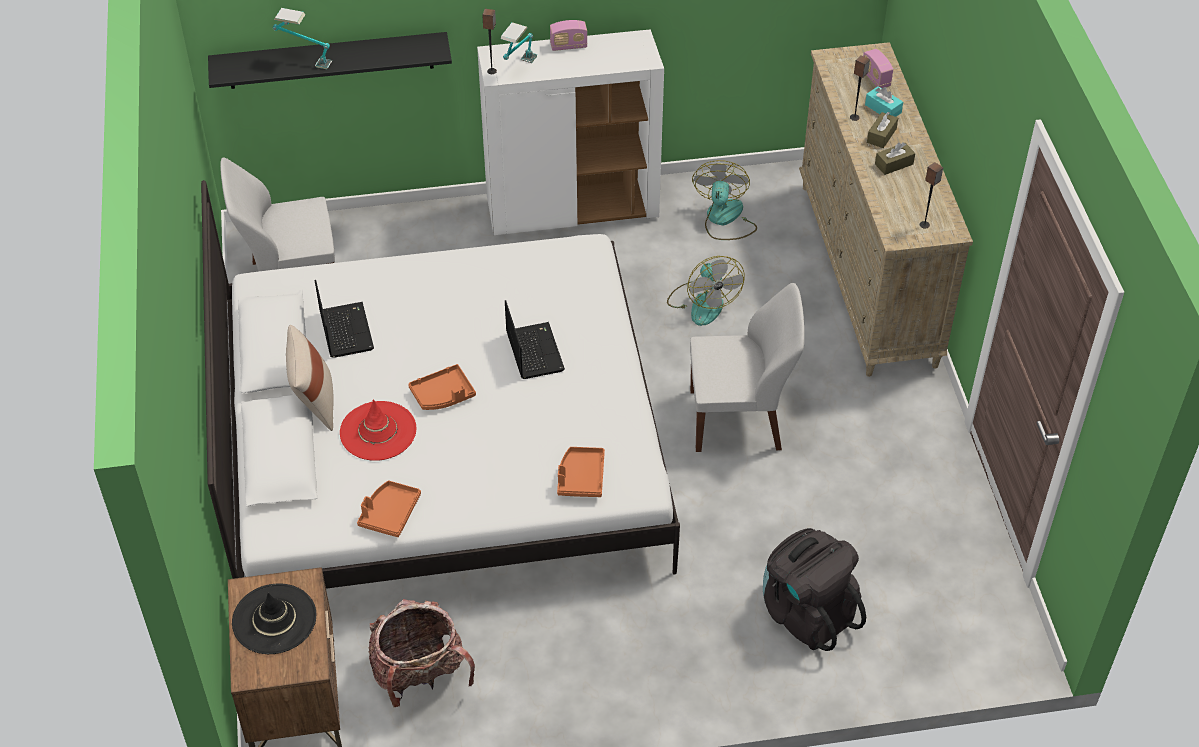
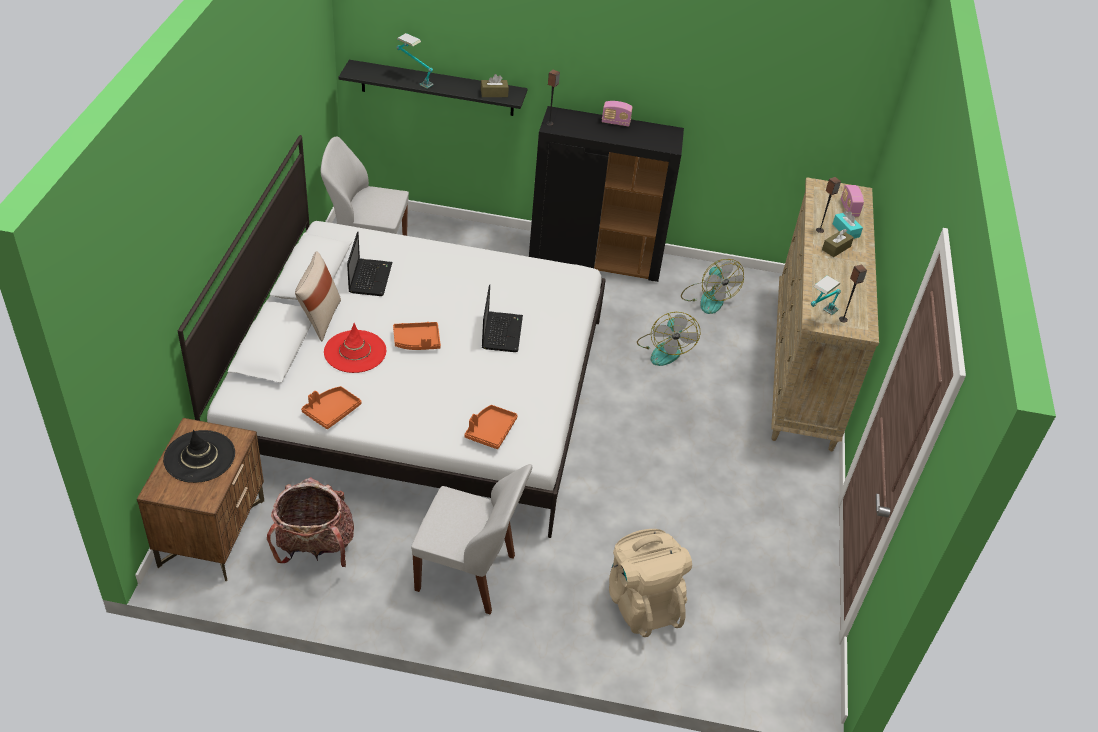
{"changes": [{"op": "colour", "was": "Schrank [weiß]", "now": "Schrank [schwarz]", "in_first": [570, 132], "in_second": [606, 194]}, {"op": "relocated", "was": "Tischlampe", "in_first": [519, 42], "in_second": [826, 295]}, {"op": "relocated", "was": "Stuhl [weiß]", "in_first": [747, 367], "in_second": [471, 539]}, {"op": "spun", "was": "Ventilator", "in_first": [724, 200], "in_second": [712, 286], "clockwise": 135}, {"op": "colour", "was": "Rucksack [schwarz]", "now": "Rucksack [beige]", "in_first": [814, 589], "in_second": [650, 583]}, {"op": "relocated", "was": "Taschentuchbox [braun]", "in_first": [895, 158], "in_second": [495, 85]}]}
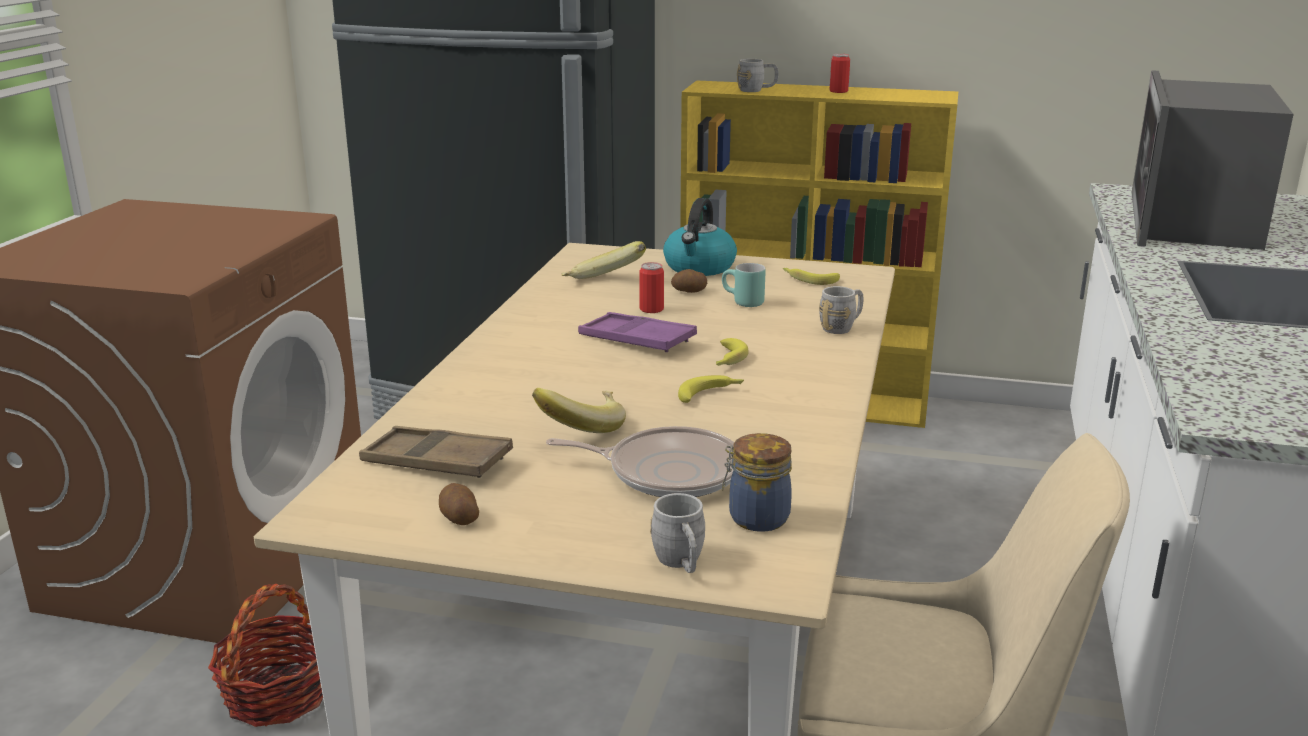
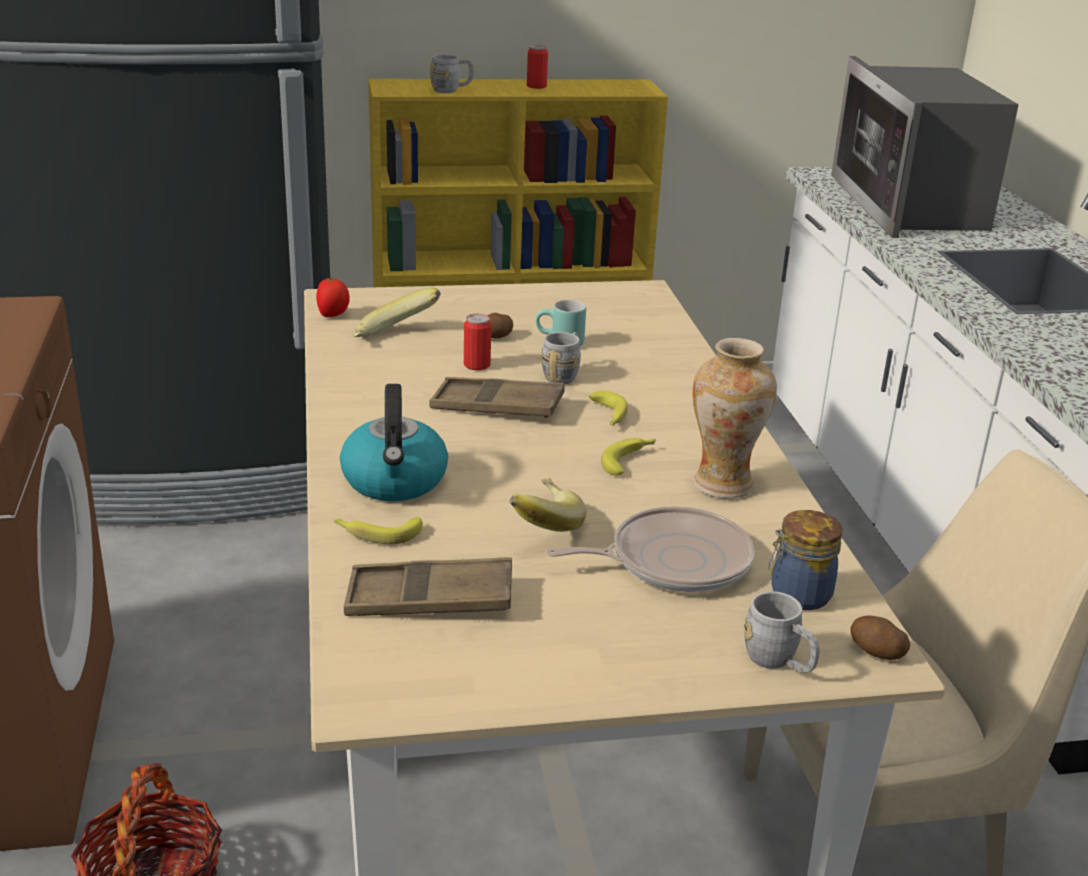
{"changes": [{"op": "relocated", "was": "Kartoffel", "in_first": [459, 504], "in_second": [880, 638]}, {"op": "colour", "was": "Tablett [lila]", "now": "Tablett [braun]", "in_first": [637, 332], "in_second": [497, 397]}, {"op": "relocated", "was": "Wasserkessel", "in_first": [700, 237], "in_second": [394, 442]}, {"op": "relocated", "was": "Banane", "in_first": [811, 276], "in_second": [378, 531]}, {"op": "relocated", "was": "Henkelbecher [grau]", "in_first": [841, 310], "in_second": [561, 358]}, {"op": "appeared", "now": "Tomate", "in_second": [333, 297]}, {"op": "appeared", "now": "Vase", "in_second": [735, 418]}]}
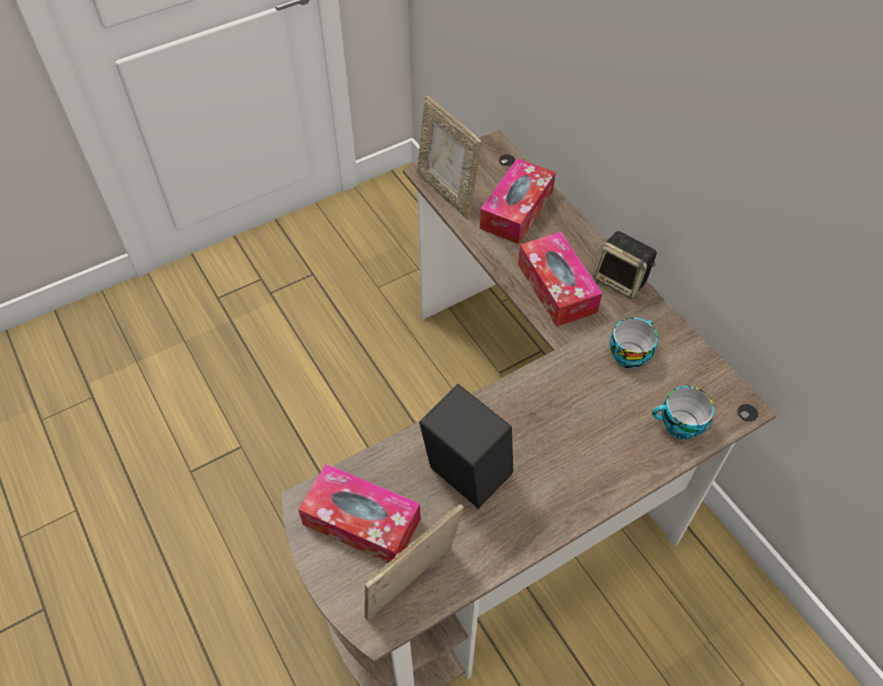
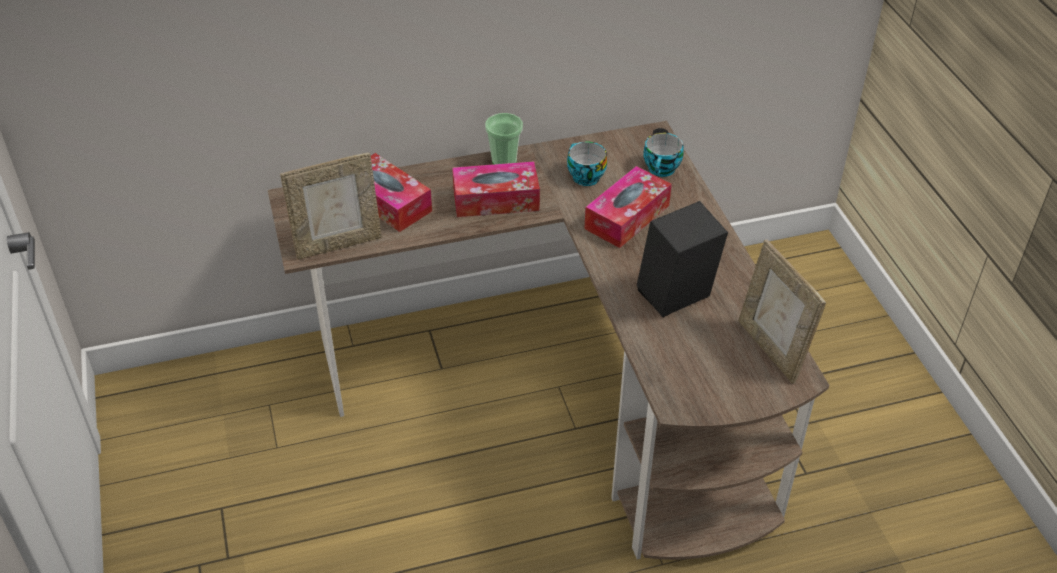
{"changes": [{"op": "relocated", "was": "Taschentuchbox", "in_first": [359, 513], "in_second": [628, 207]}, {"op": "exchanged", "was": "Lautsprecher", "now": "Tasse", "in_first": [625, 264], "in_second": [504, 138]}]}
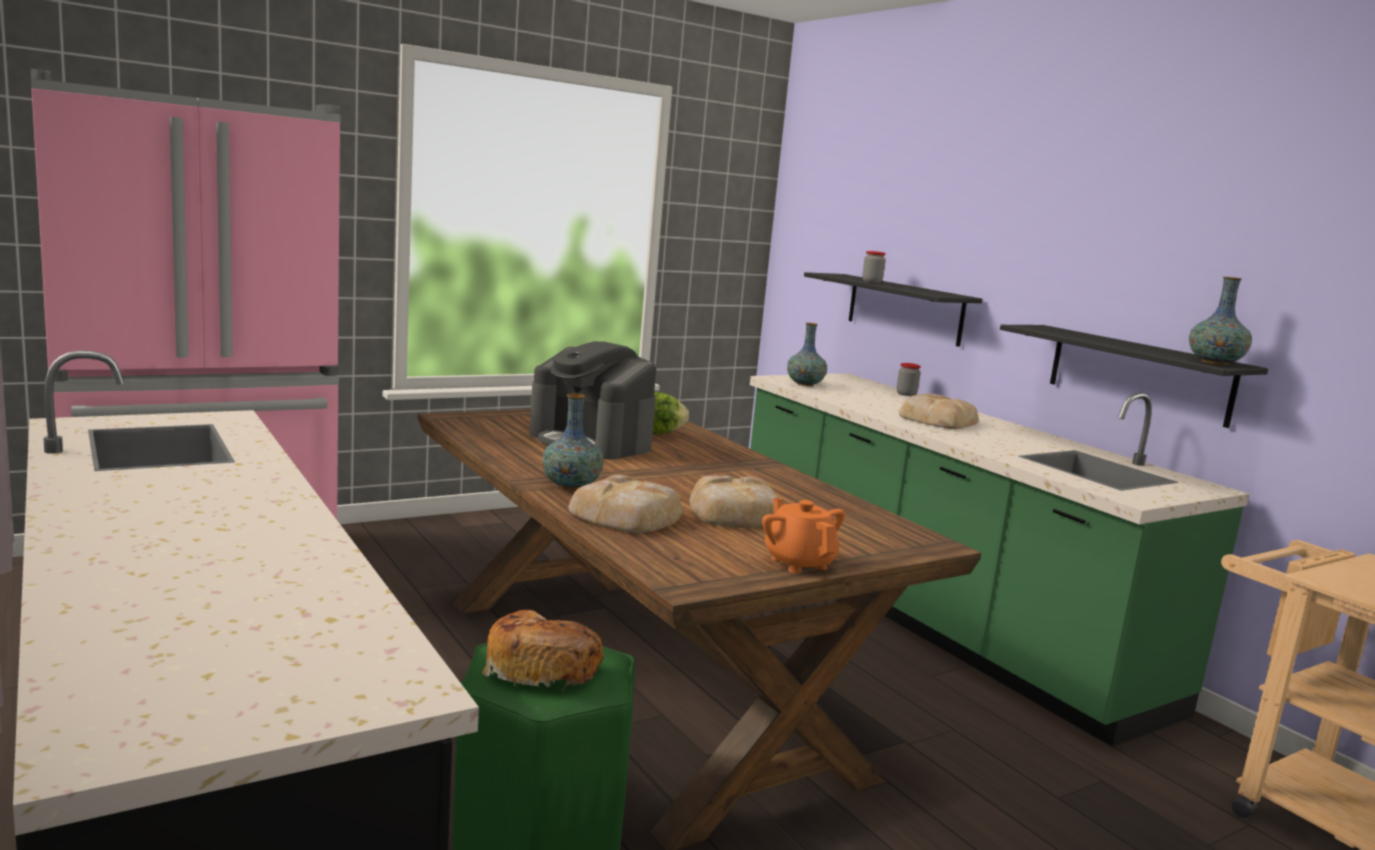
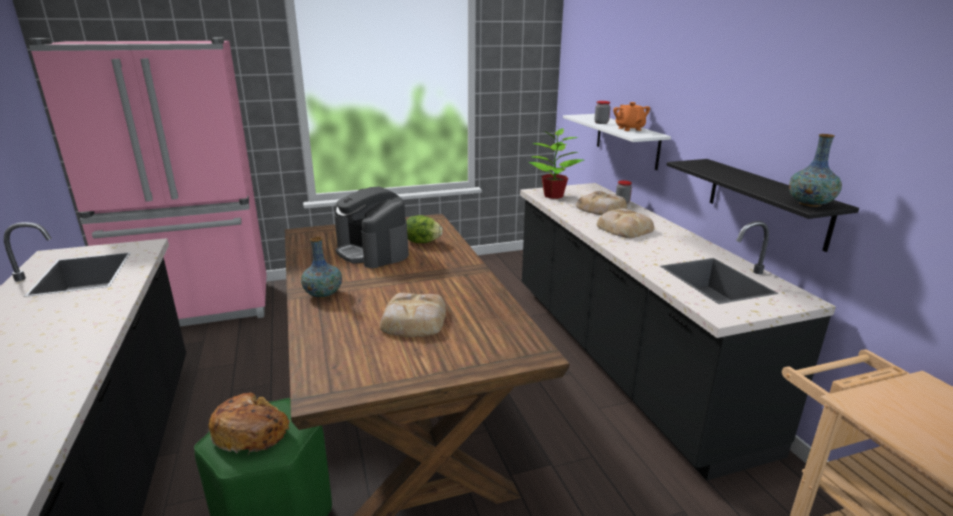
{"changes": [{"op": "relocated", "was": "Brot", "in_first": [625, 504], "in_second": [601, 203]}, {"op": "colour", "was": "Küchenzeile [grün]", "now": "Küchenzeile [schwarz]", "in_first": [999, 559], "in_second": [678, 331]}, {"op": "relocated", "was": "Teekanne [orange]", "in_first": [803, 535], "in_second": [631, 116]}, {"op": "exchanged", "was": "Vase", "now": "Topfpflanze", "in_first": [807, 354], "in_second": [556, 163]}, {"op": "colour", "was": "Wandregal [schwarz]", "now": "Wandregal [weiß]", "in_first": [893, 309], "in_second": [617, 142]}]}
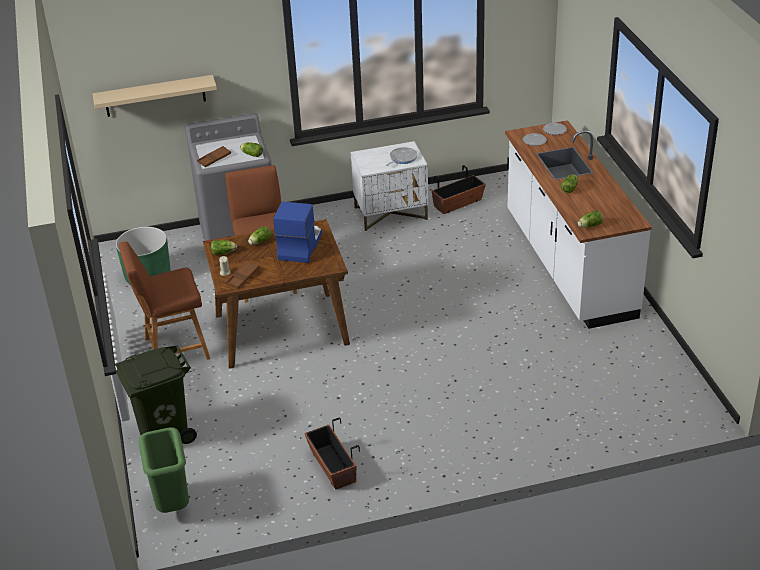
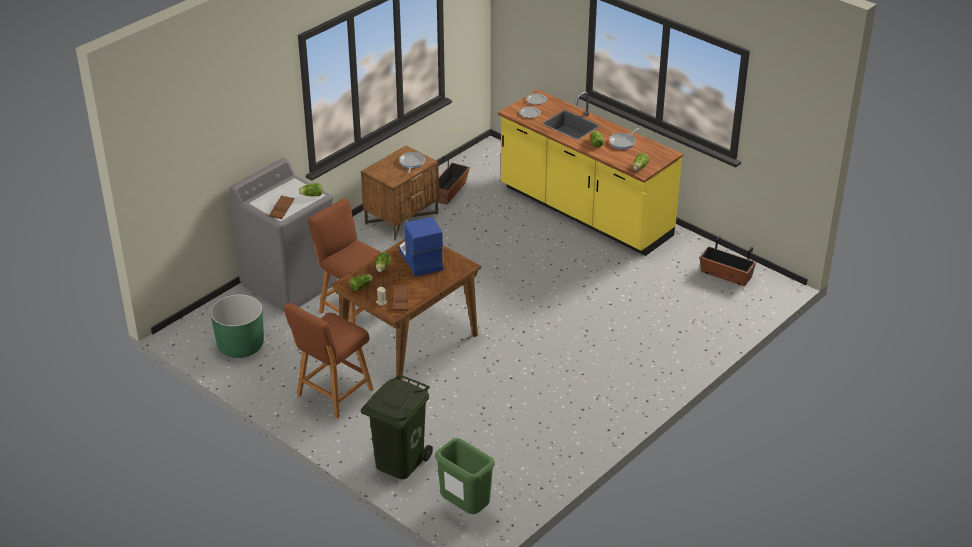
{"changes": [{"op": "missing", "was": "Wandregal [beige]", "in_first": [154, 96]}, {"op": "relocated", "was": "Pflanzkübel", "in_first": [332, 453], "in_second": [727, 261]}, {"op": "colour", "was": "Nachttisch [weiß]", "now": "Nachttisch [braun]", "in_first": [389, 186], "in_second": [400, 193]}, {"op": "colour", "was": "Küchenzeile [weiß]", "now": "Küchenzeile [gelb]", "in_first": [578, 224], "in_second": [590, 173]}, {"op": "appeared", "now": "Pfanne", "in_second": [624, 138]}]}
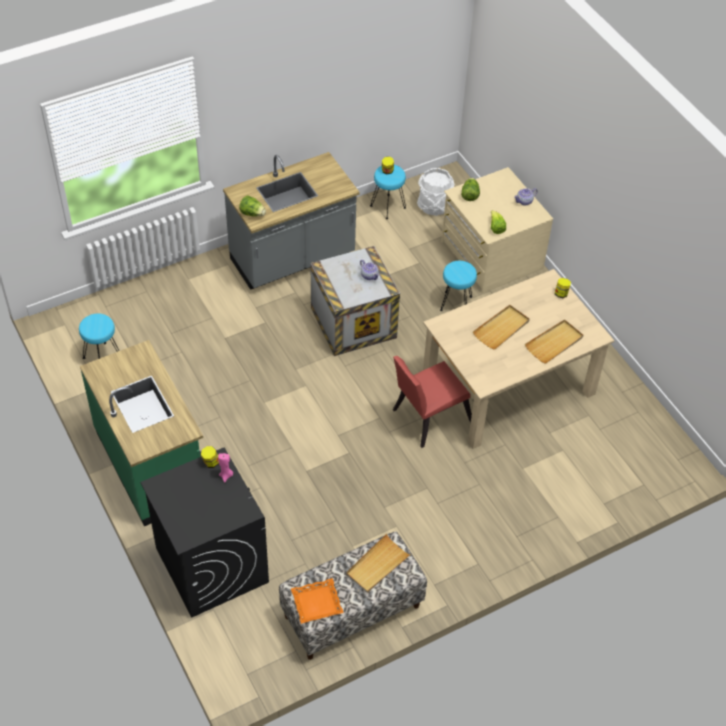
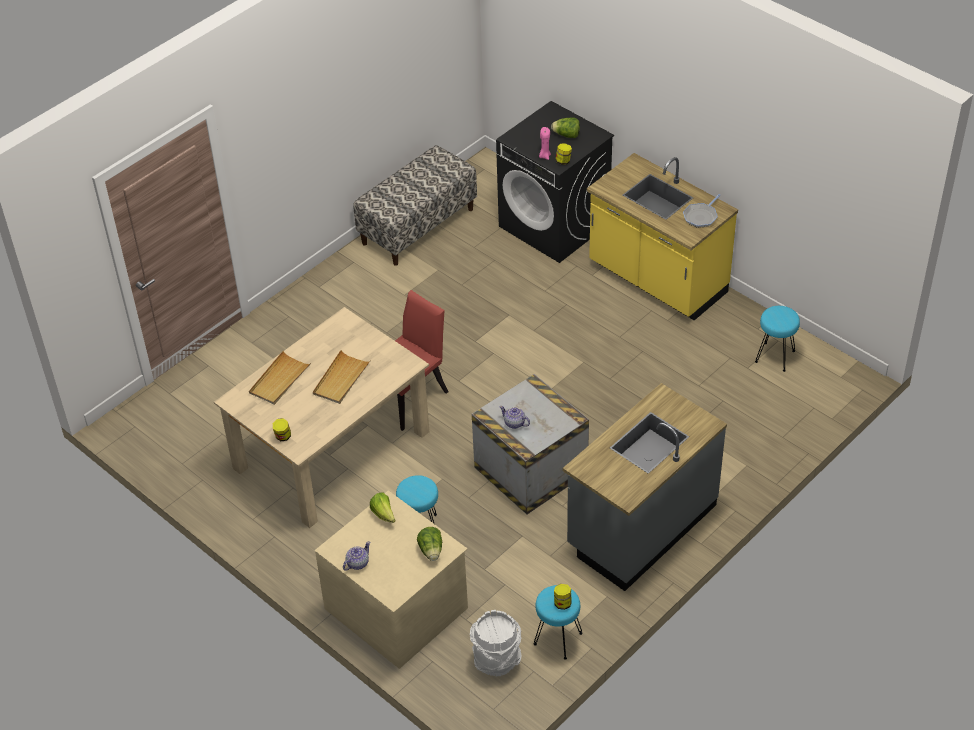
{"changes": [{"op": "colour", "was": "Küchenzeile [grün]", "now": "Küchenzeile [gelb]", "in_first": [141, 433], "in_second": [662, 236]}, {"op": "relocated", "was": "Salatkopf", "in_first": [252, 206], "in_second": [565, 127]}, {"op": "missing", "was": "Tablett [orange]", "in_first": [317, 601]}, {"op": "missing", "was": "Tablett [beige]", "in_first": [378, 563]}, {"op": "appeared", "now": "Pfanne", "in_second": [701, 211]}]}
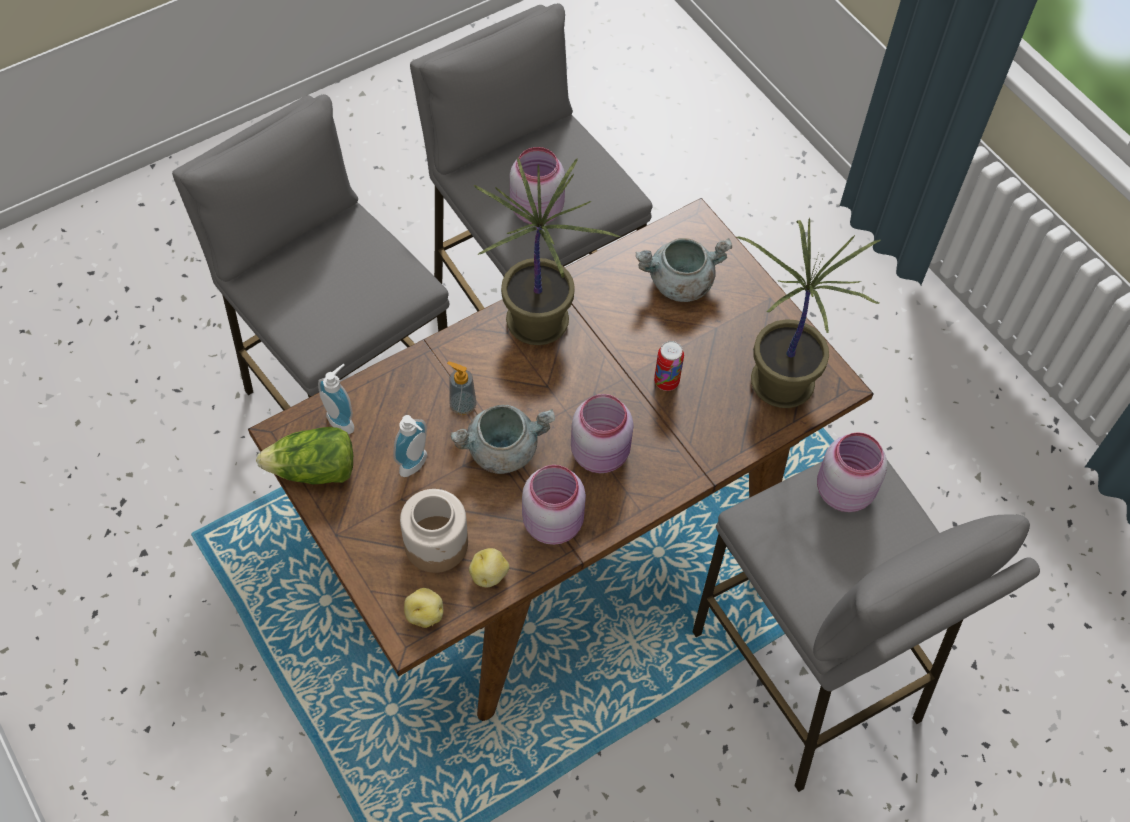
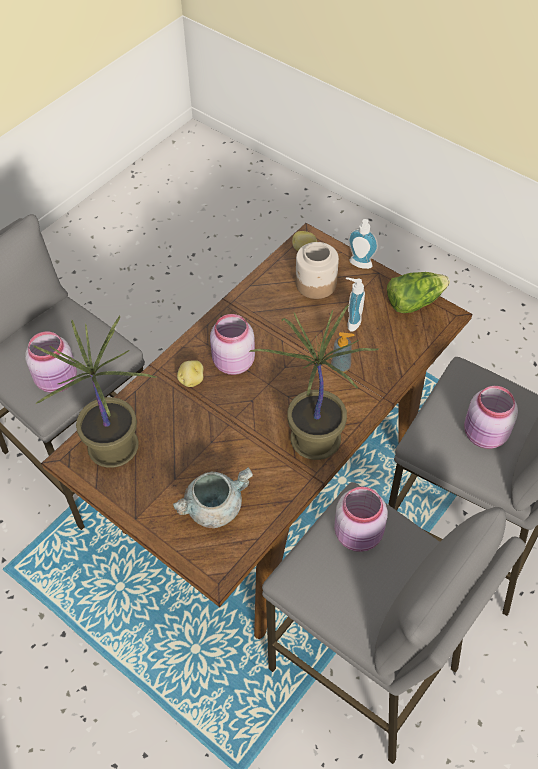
{"changes": [{"op": "relocated", "was": "Seifenspender", "in_first": [336, 399], "in_second": [363, 244]}, {"op": "missing", "was": "Kochtopf [grau]", "in_first": [502, 439]}, {"op": "relocated", "was": "Kartoffel", "in_first": [489, 568], "in_second": [190, 373]}, {"op": "relocated", "was": "Vorratsglas [rosa]", "in_first": [554, 505], "in_second": [491, 417]}, {"op": "missing", "was": "Dose", "in_first": [669, 366]}]}
